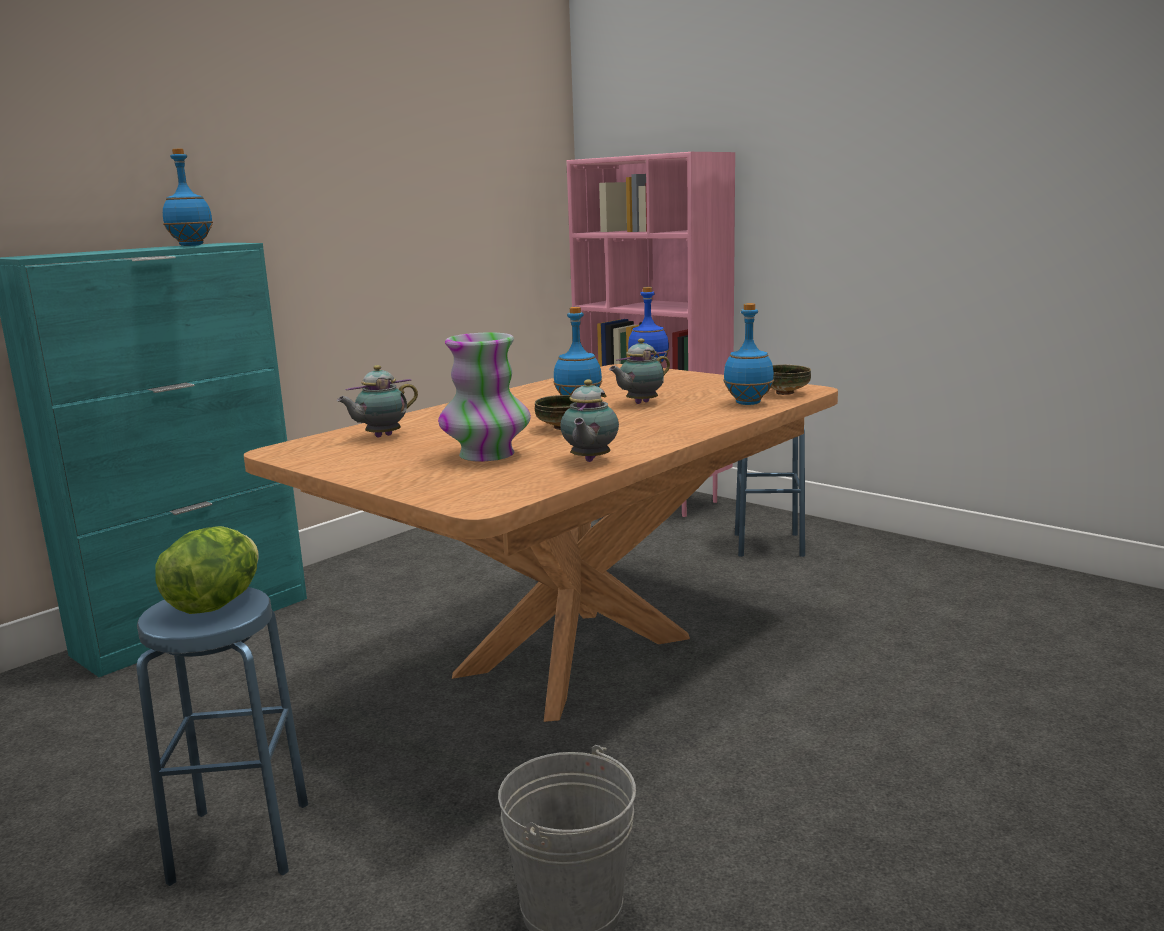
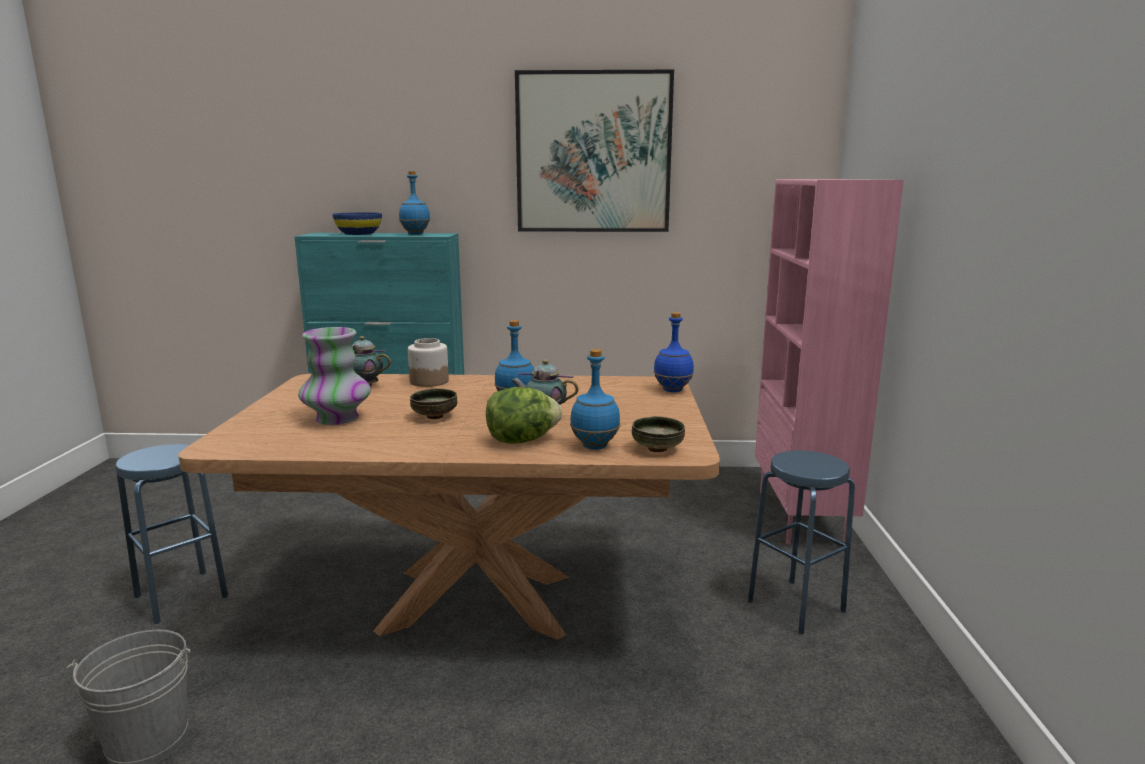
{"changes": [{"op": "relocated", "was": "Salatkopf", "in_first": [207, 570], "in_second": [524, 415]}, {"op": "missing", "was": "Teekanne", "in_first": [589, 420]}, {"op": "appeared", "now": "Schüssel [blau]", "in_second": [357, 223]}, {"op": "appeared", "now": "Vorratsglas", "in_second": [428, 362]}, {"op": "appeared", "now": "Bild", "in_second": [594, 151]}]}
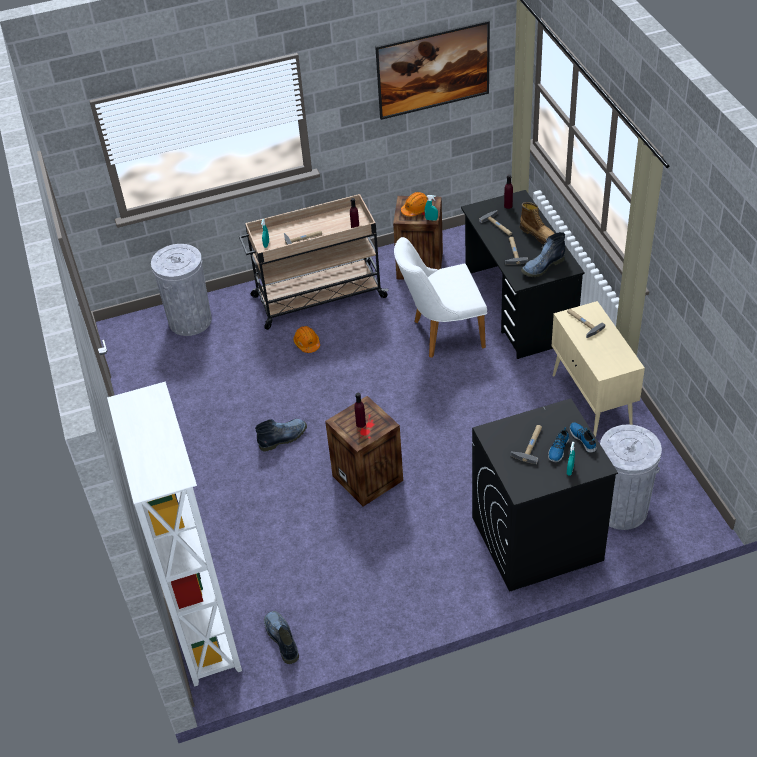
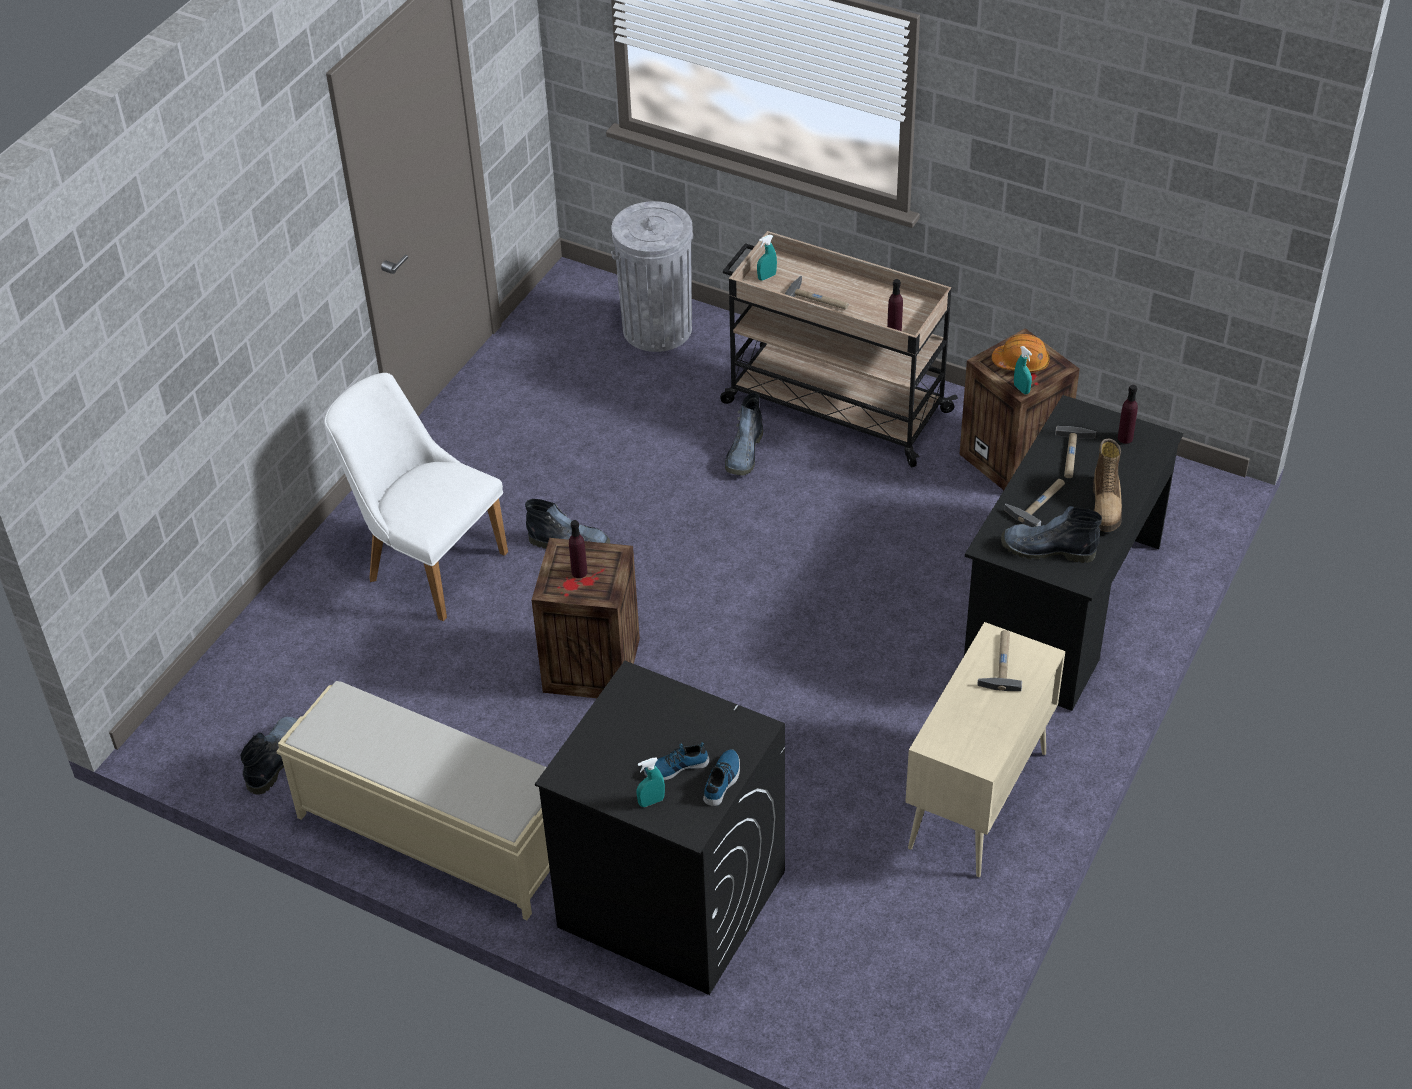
{"changes": [{"op": "missing", "was": "Bücherregal [weiß]", "in_first": [174, 534]}, {"op": "exchanged", "was": "Schutzhelm [orange]", "now": "Stiefel", "in_first": [306, 339], "in_second": [744, 434]}, {"op": "missing", "was": "Bild", "in_first": [432, 70]}, {"op": "relocated", "was": "Stuhl [weiß]", "in_first": [440, 297], "in_second": [416, 497]}, {"op": "missing", "was": "Hammer", "in_first": [526, 444]}, {"op": "missing", "was": "Mülleimer [grau]", "in_first": [631, 477]}, {"op": "appeared", "now": "Bank [beige]", "in_second": [413, 800]}]}
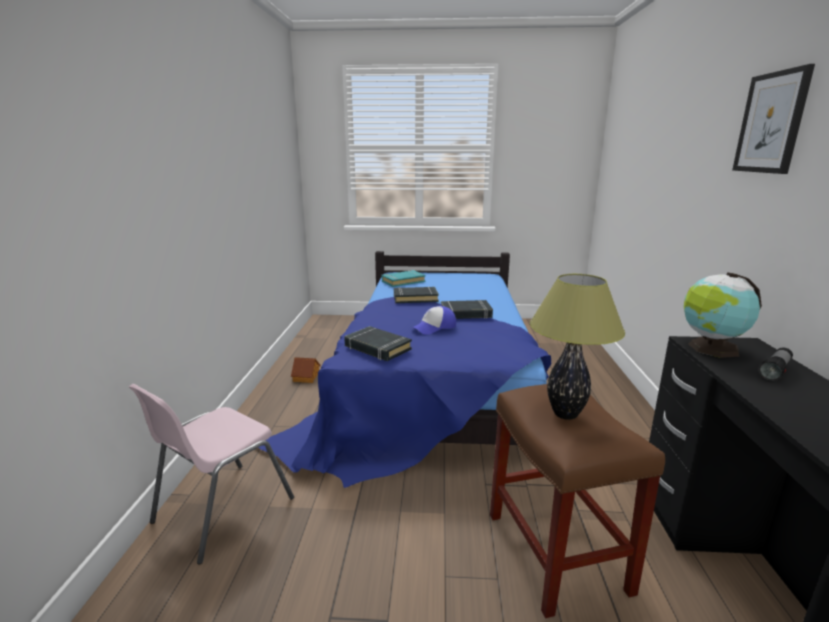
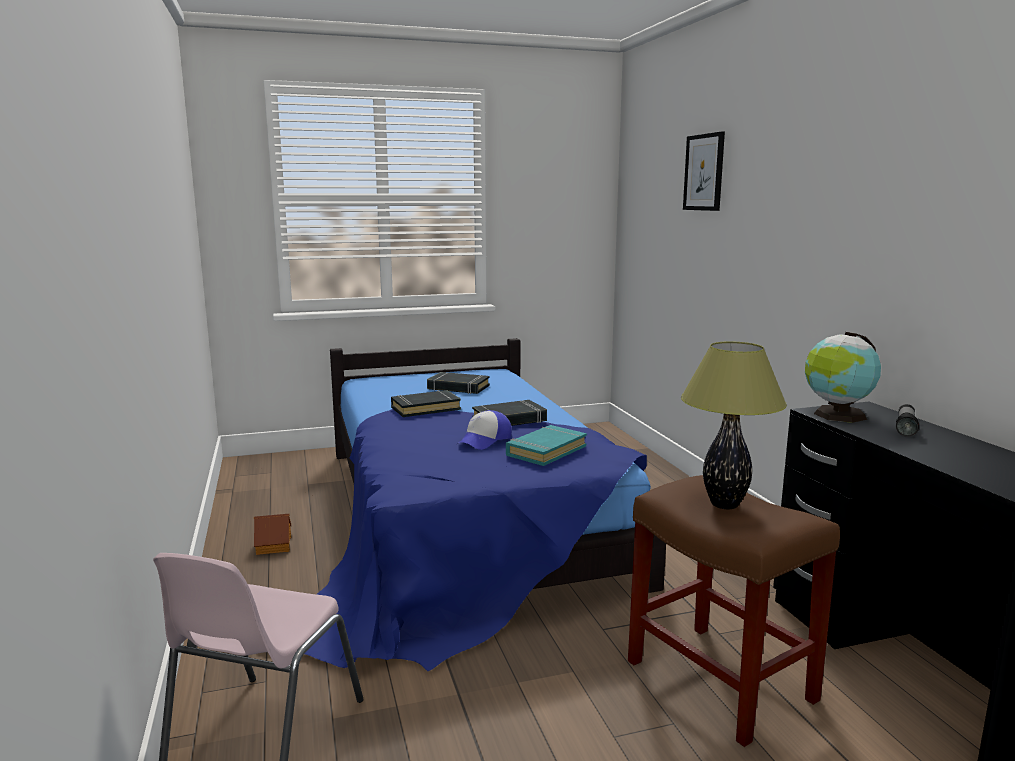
{"changes": [{"op": "relocated", "was": "Buch [schwarz]", "in_first": [378, 343], "in_second": [458, 383]}, {"op": "relocated", "was": "Buch [türkis]", "in_first": [403, 278], "in_second": [546, 445]}, {"op": "relocated", "was": "Bild", "in_first": [773, 119], "in_second": [704, 171]}]}
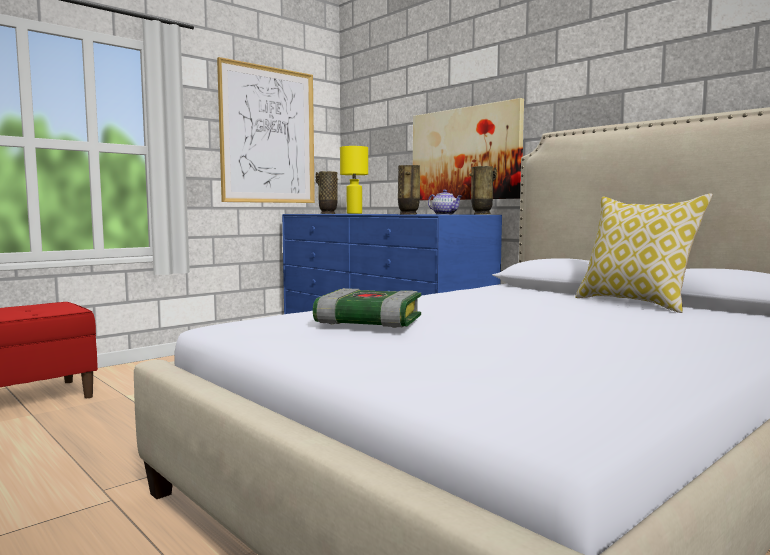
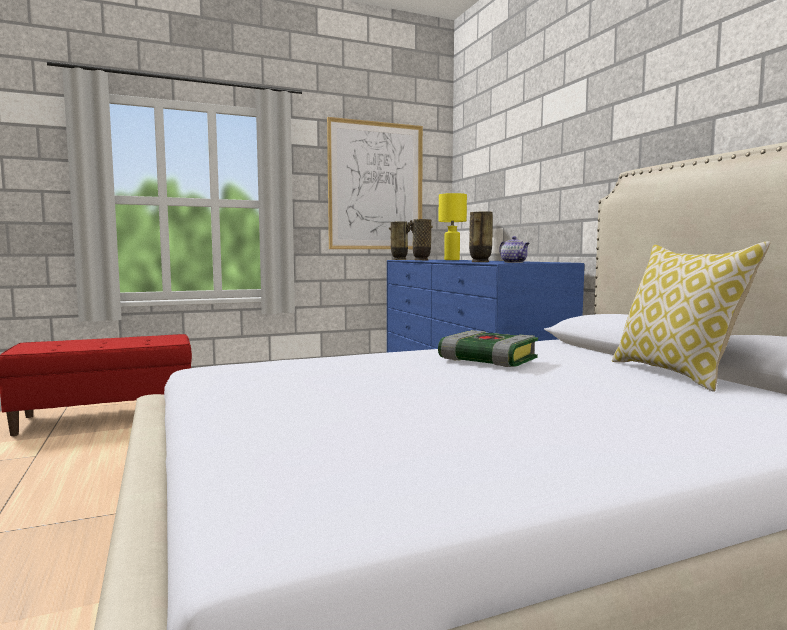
{"changes": [{"op": "relocated", "was": "Buch", "in_first": [367, 308], "in_second": [488, 348]}, {"op": "missing", "was": "Bild", "in_first": [468, 149]}, {"op": "relocated", "was": "Vase", "in_first": [483, 190], "in_second": [399, 240]}]}
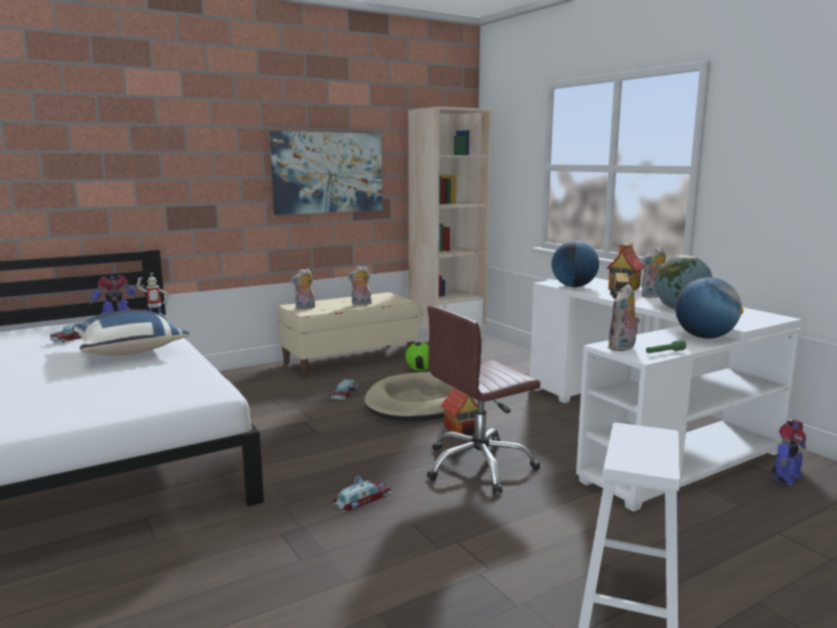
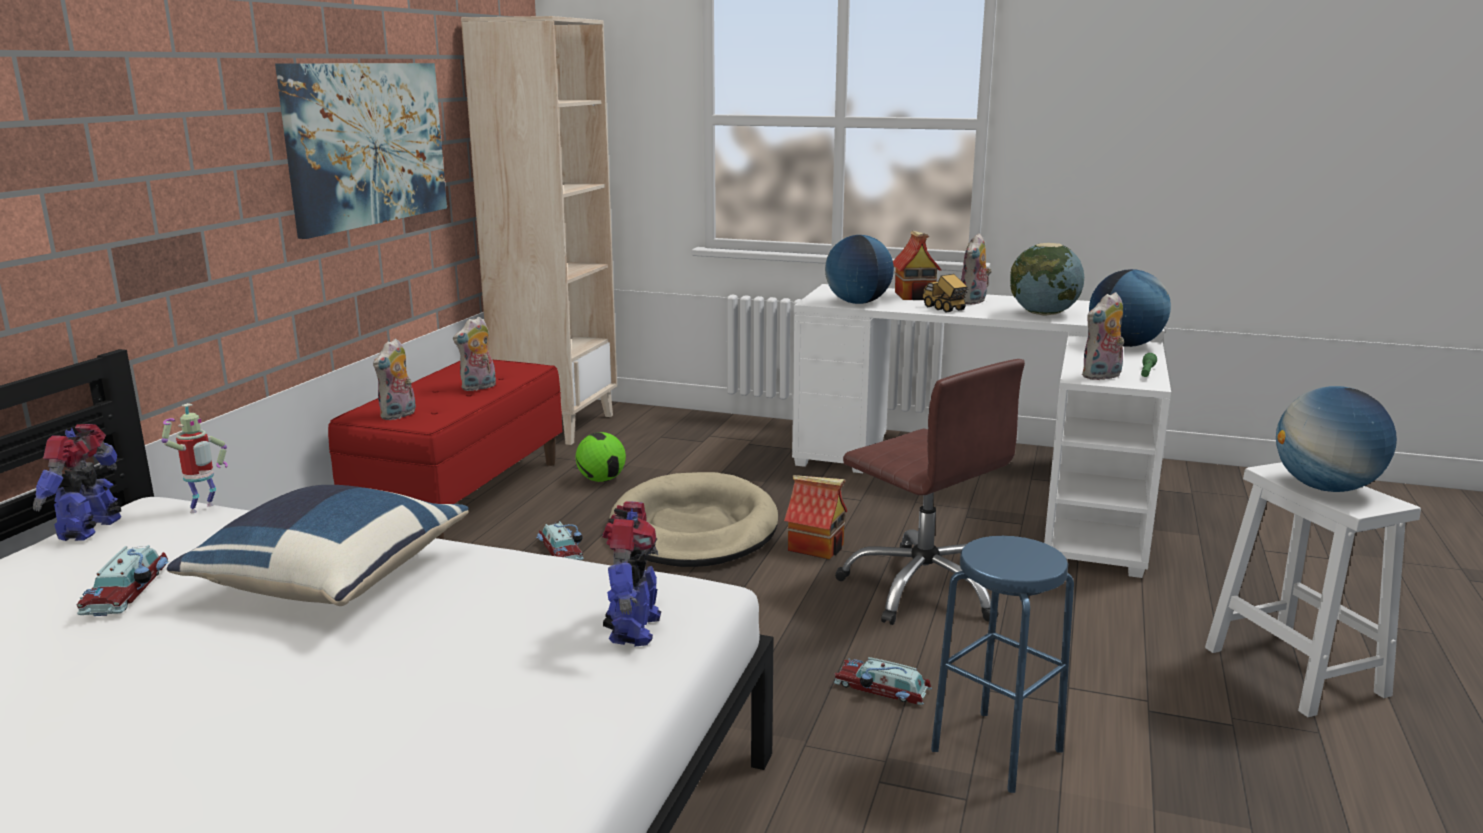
{"changes": [{"op": "colour", "was": "Bank [beige]", "now": "Bank [rot]", "in_first": [347, 335], "in_second": [445, 449]}, {"op": "spun", "was": "Spielzeugauto", "in_first": [362, 494], "in_second": [883, 681], "clockwise": -75}, {"op": "spun", "was": "Bürostuhl [braun]", "in_first": [484, 400], "in_second": [930, 492], "clockwise": -60}, {"op": "spun", "was": "Plüschtier", "in_first": [624, 317], "in_second": [1102, 336], "clockwise": 60}, {"op": "relocated", "was": "Spielzeugroboter", "in_first": [788, 453], "in_second": [632, 574]}, {"op": "appeared", "now": "Hocker [blau]", "in_second": [1002, 664]}, {"op": "appeared", "now": "Globus", "in_second": [1336, 439]}]}
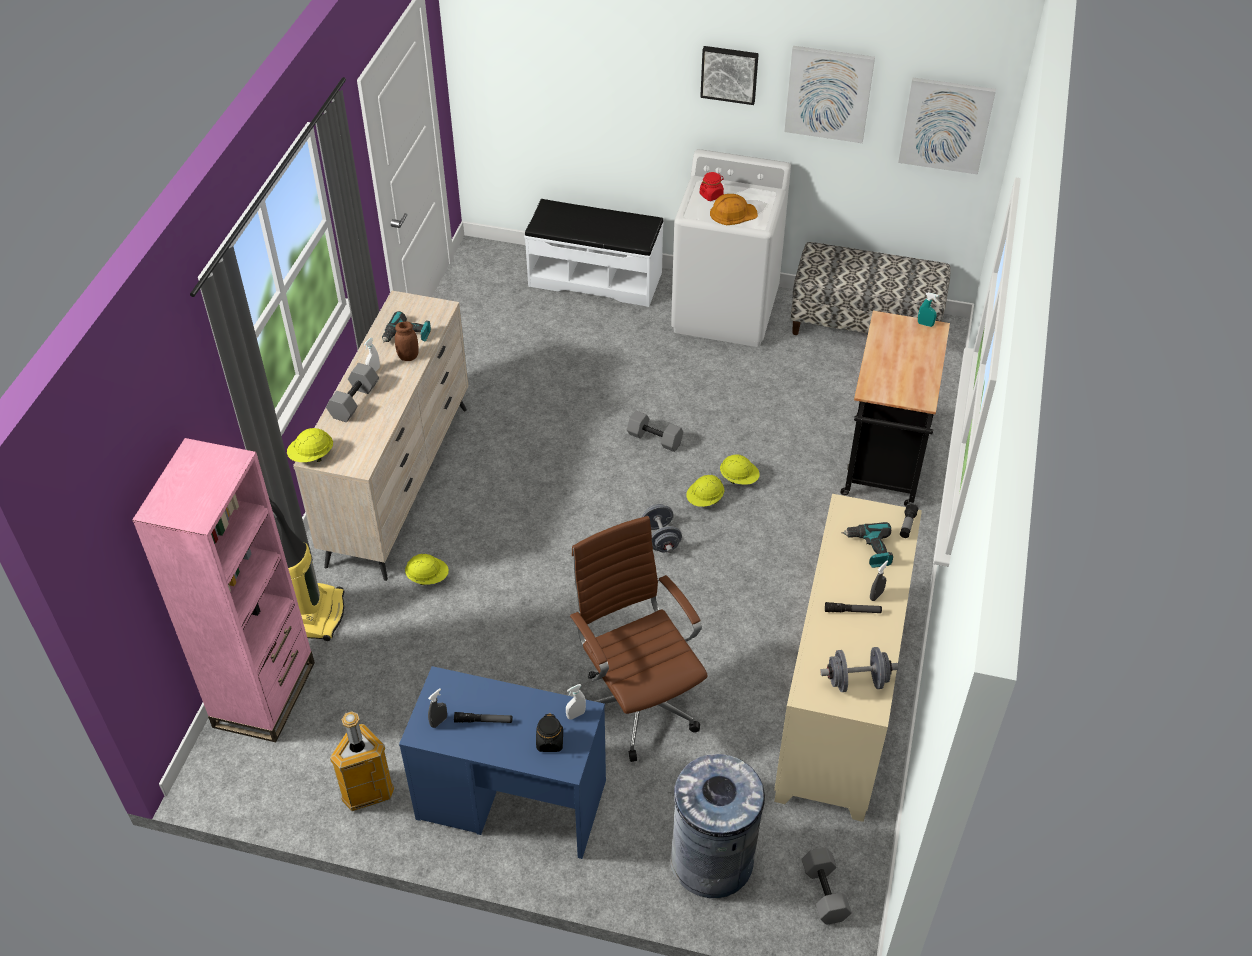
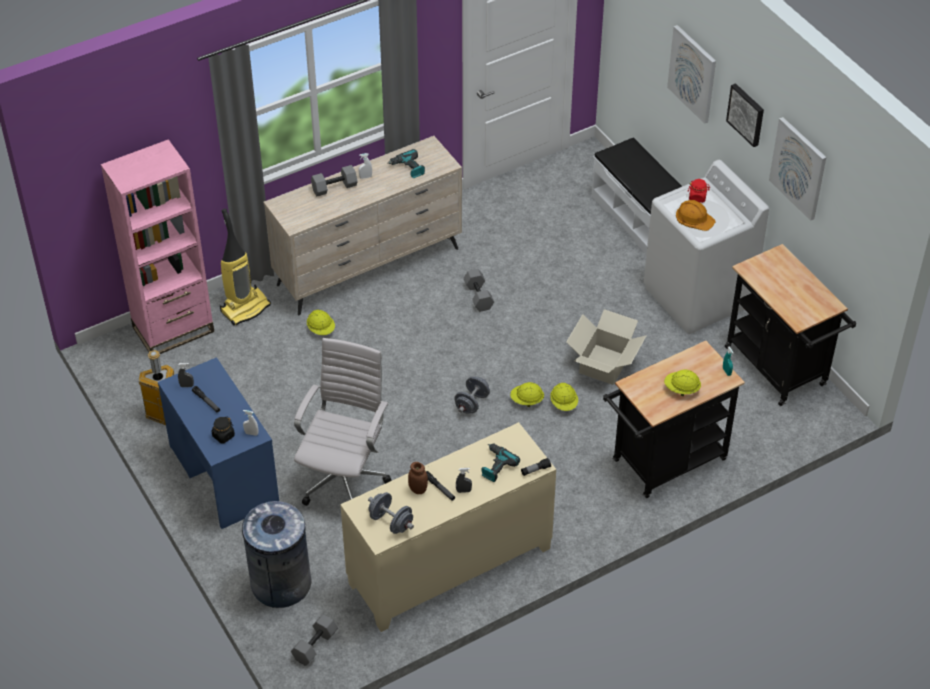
{"changes": [{"op": "relocated", "was": "Schutzhelm [gelb]", "in_first": [310, 445], "in_second": [682, 383]}, {"op": "relocated", "was": "Vorratsglas [braun]", "in_first": [407, 341], "in_second": [418, 478]}, {"op": "colour", "was": "Bürostuhl [braun]", "now": "Bürostuhl [weiß]", "in_first": [638, 639], "in_second": [342, 422]}, {"op": "relocated", "was": "Hantel [grau]", "in_first": [655, 431], "in_second": [479, 290]}, {"op": "exchanged", "was": "Bank", "now": "Rollwagen [schwarz]", "in_first": [870, 288], "in_second": [790, 325]}, {"op": "relocated", "was": "Bild", "in_first": [947, 126], "in_second": [691, 74]}, {"op": "appeared", "now": "Karton", "in_second": [606, 347]}]}
